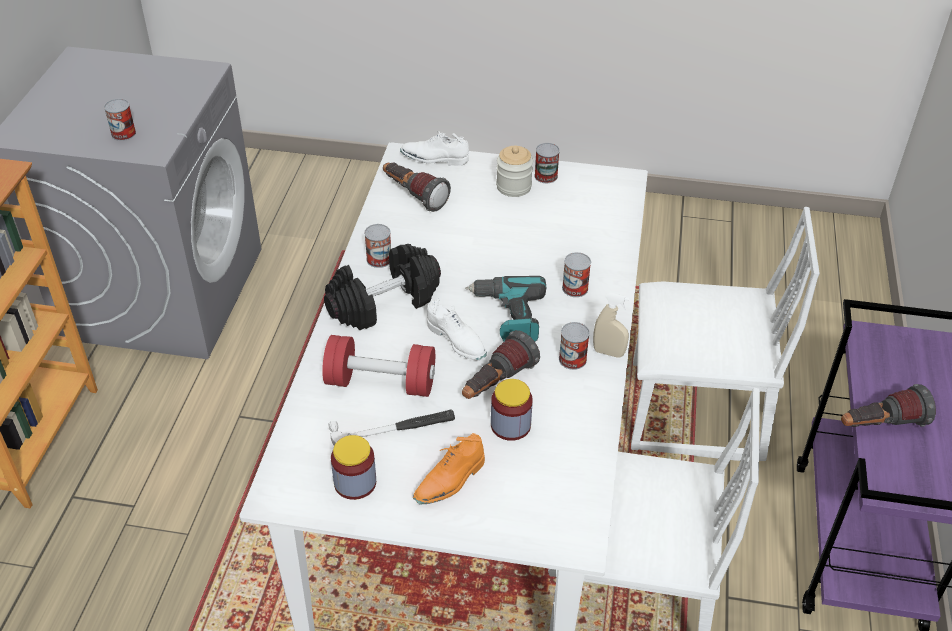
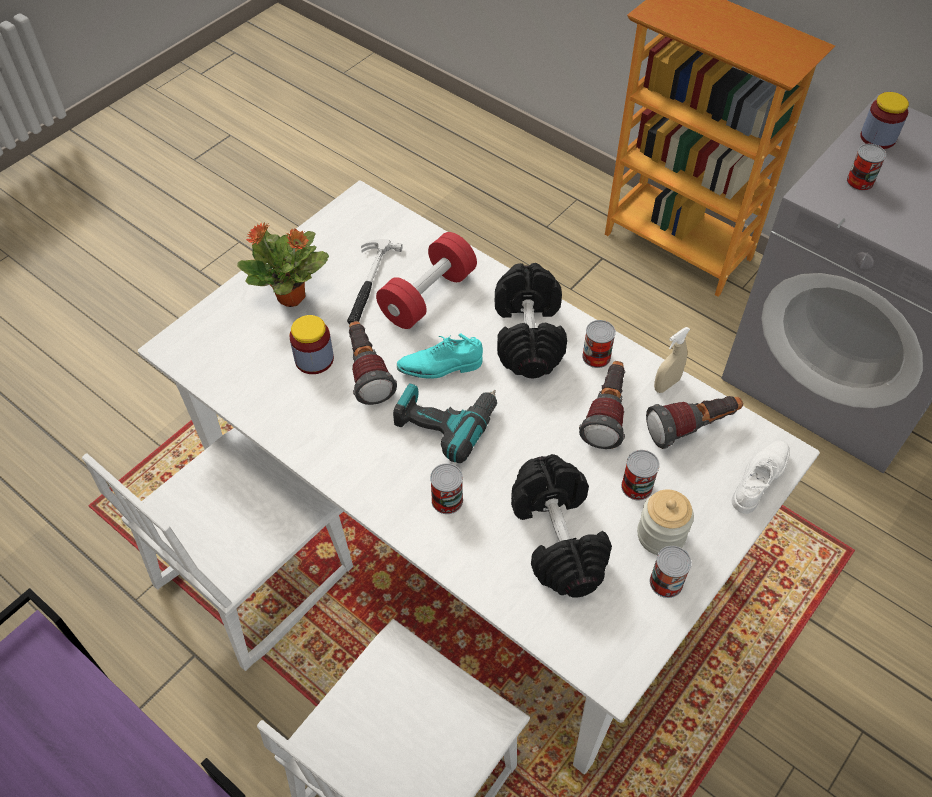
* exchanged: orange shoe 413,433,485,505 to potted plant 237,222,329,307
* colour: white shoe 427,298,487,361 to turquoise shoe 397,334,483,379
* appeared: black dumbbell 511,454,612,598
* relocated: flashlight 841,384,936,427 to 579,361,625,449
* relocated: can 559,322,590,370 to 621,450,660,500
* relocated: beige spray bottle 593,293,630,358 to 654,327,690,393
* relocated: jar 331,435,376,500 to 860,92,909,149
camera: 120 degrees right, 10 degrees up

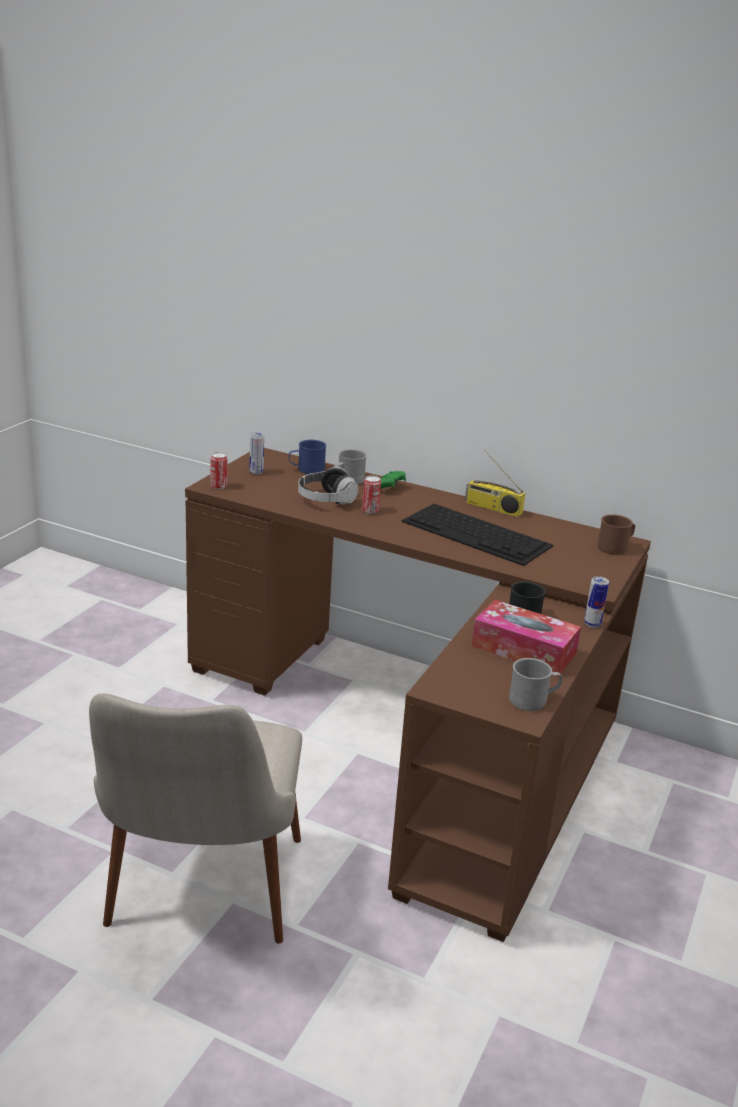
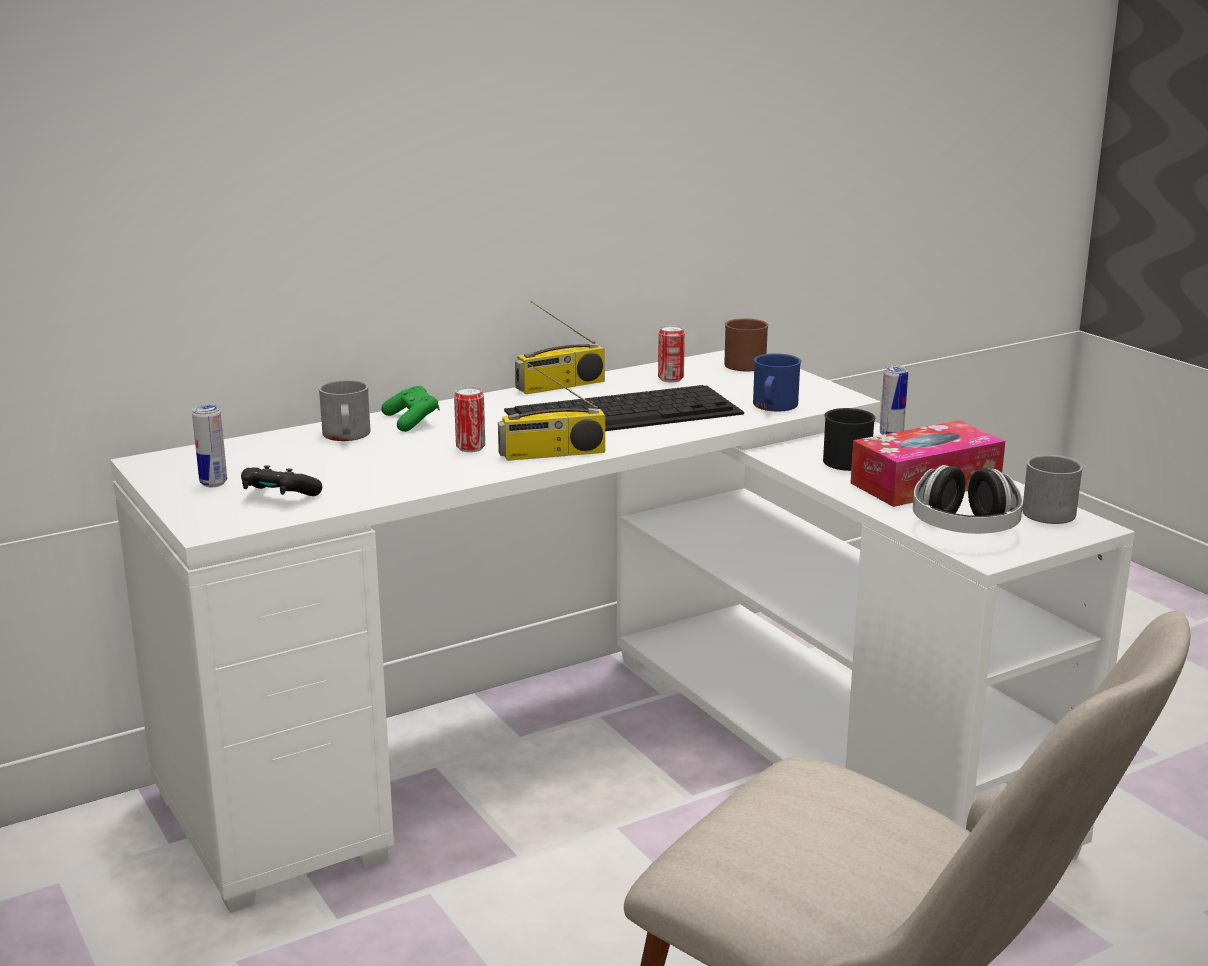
* colour: brown desk 185,448,651,942 to white desk 110,350,1135,913
* appeared: black game controller 241,465,322,496
* appeared: radio 498,356,605,461
* relocated: can 211,452,228,489 to 658,325,685,383
* relocated: blue mug 289,440,326,474 to 753,353,801,411
* relocated: headphones 298,467,359,505 to 913,465,1023,534
camera: 55 degrees left, 5 degrees down

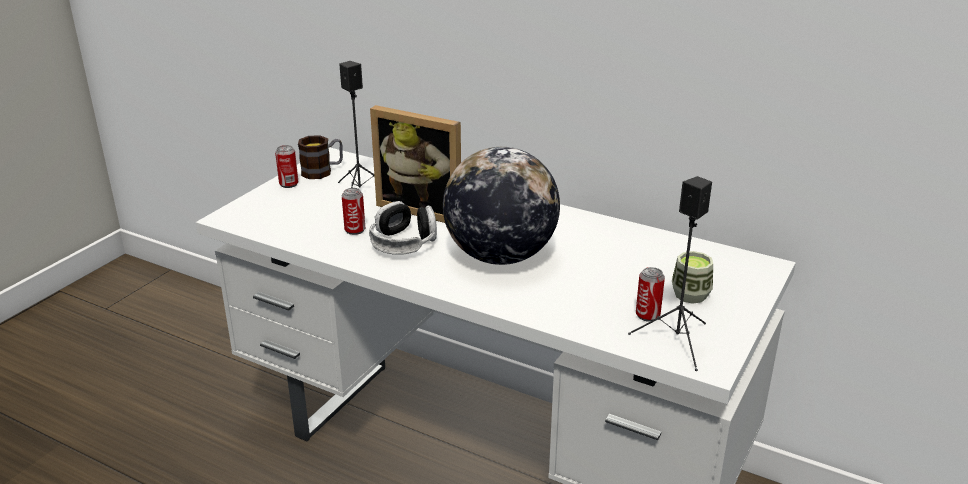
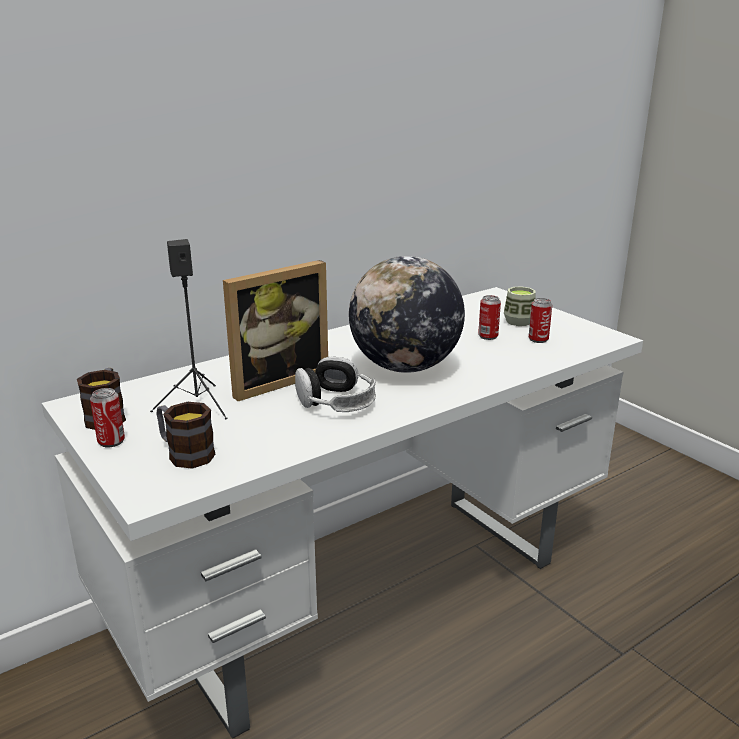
* appeared: mug 156,402,215,469
* relocated: can 342,188,365,235 to 478,295,501,340
* missing: black speaker 628,176,712,371
camera: 65 degrees left, 5 degrees down

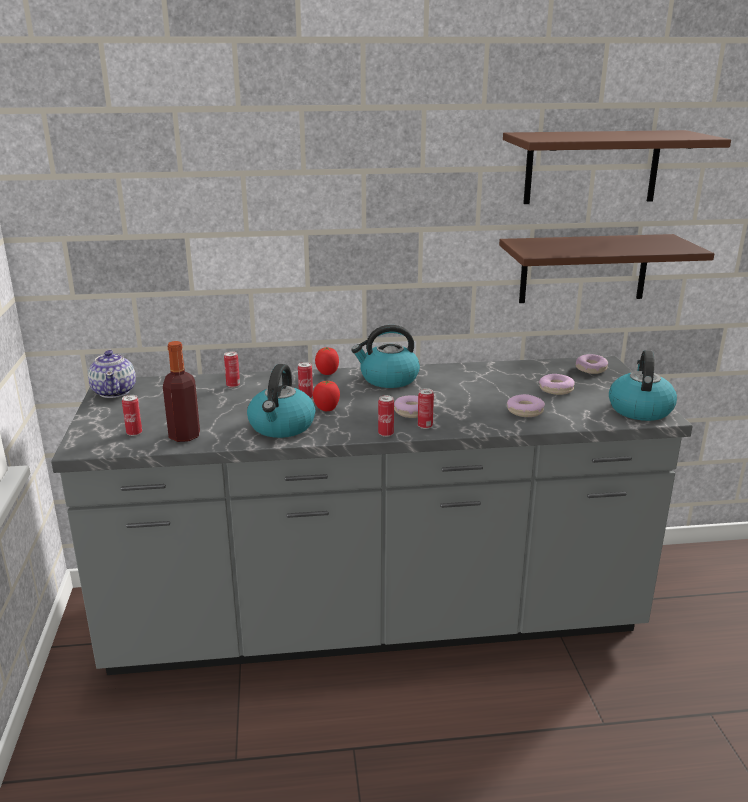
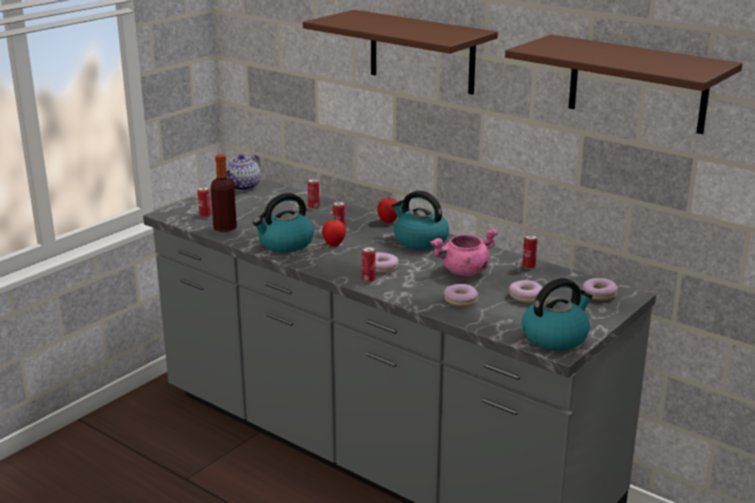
* relocated: brown shelf 499,234,714,303 to 303,10,498,95
* appeared: pink cooking pot 430,229,498,276
* relocated: can 378,395,394,437 to 522,234,538,269
camera: 45 degrees right, 0 degrees up

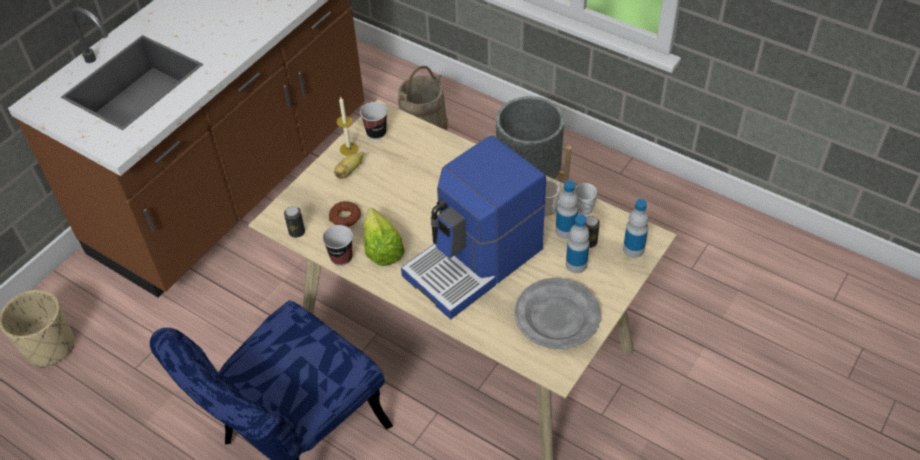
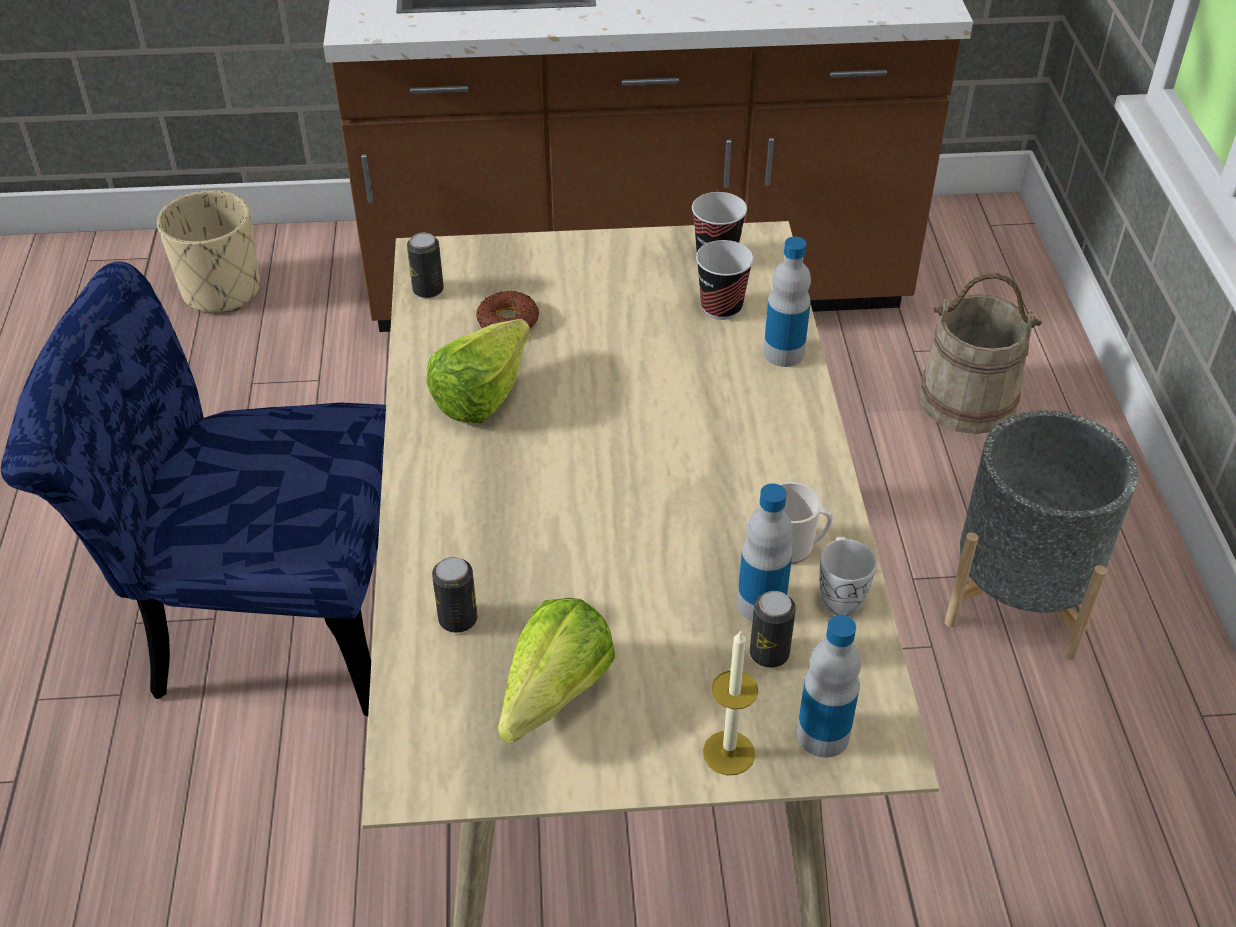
* appeared: can 432,557,477,633
* exchanged: grey plate 514,278,601,349 to lettuce 498,598,615,744
* relocated: cup 322,225,353,266 to 696,240,754,320
* relocated: candle 336,96,359,156 to 703,629,759,775
* relocated: bottle 566,215,590,273 to 763,237,811,367
* missing: banana 334,152,364,179
* missing: coffee machine 401,135,546,320
camera: 50 degrees right, 5 degrees down

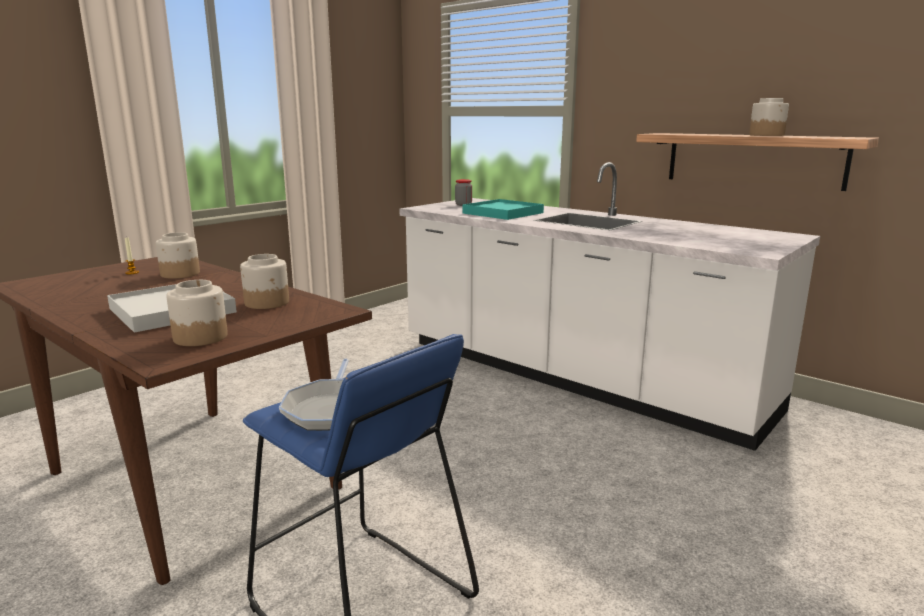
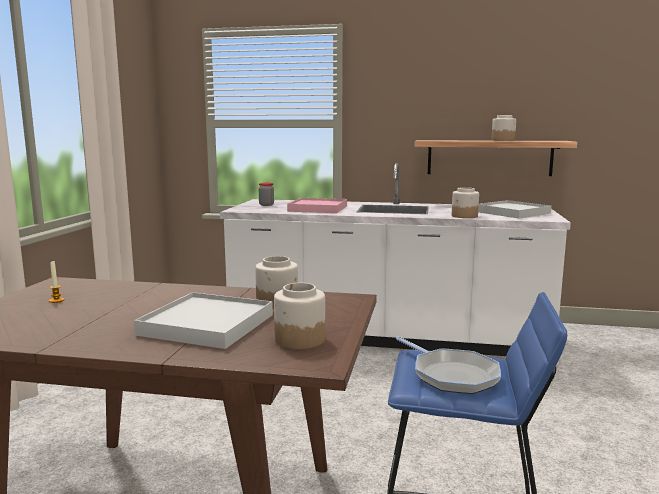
* colour: turquoise tray 463,199,544,220 to pink tray 287,198,347,213
* relocated: jar 156,232,200,279 to 452,187,479,218
* appeared: white tray 478,200,551,219
camera: 30 degrees left, 5 degrees down

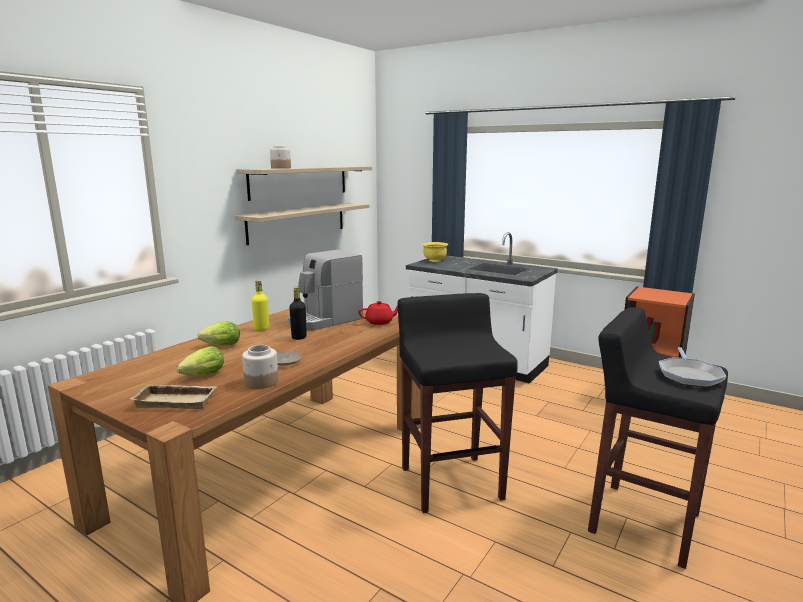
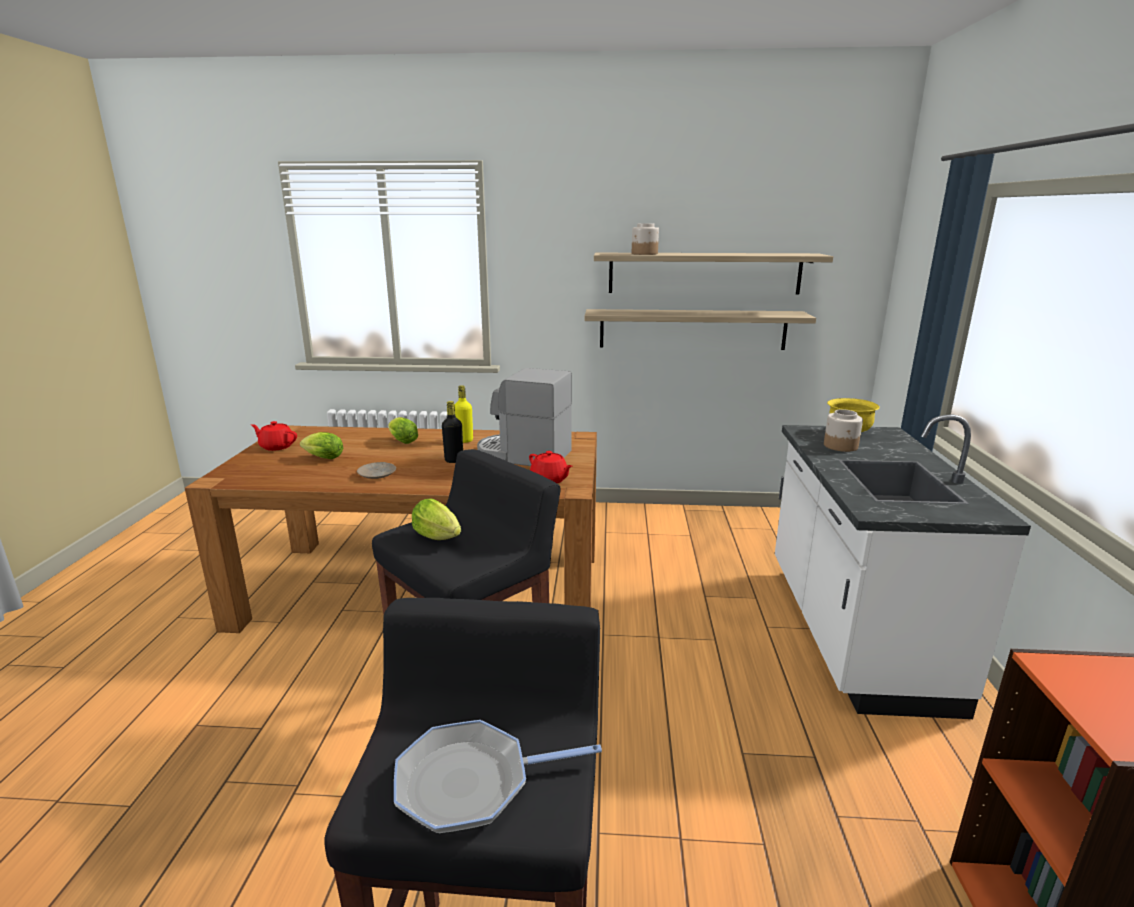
* appeared: red teapot 251,421,297,451
* appeared: lettuce 412,498,461,540
* relocated: jar 242,345,278,389 to 824,409,863,452
* missing: beige tray 130,384,216,409
camera: 60 degrees right, 5 degrees up

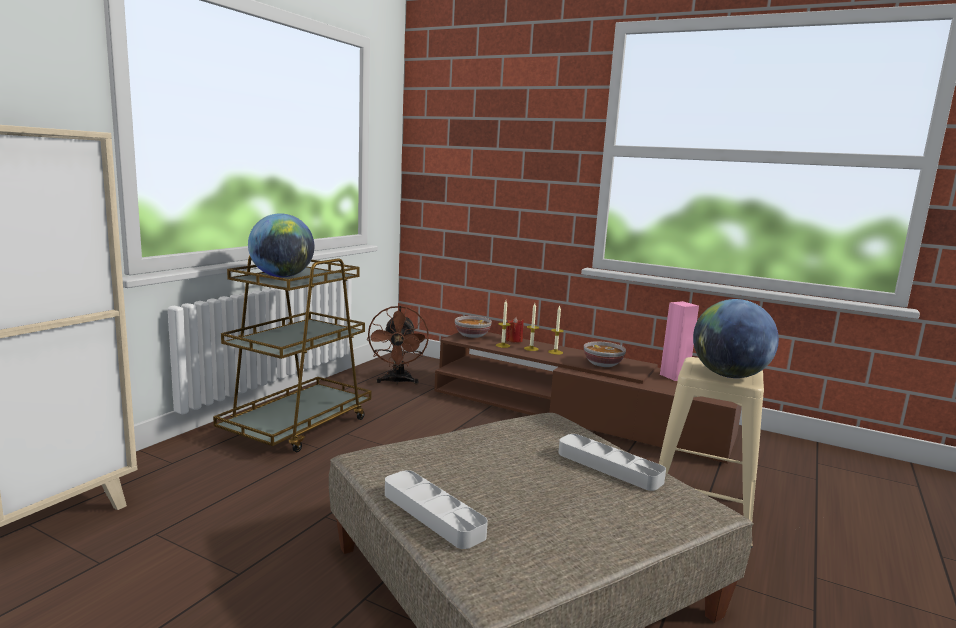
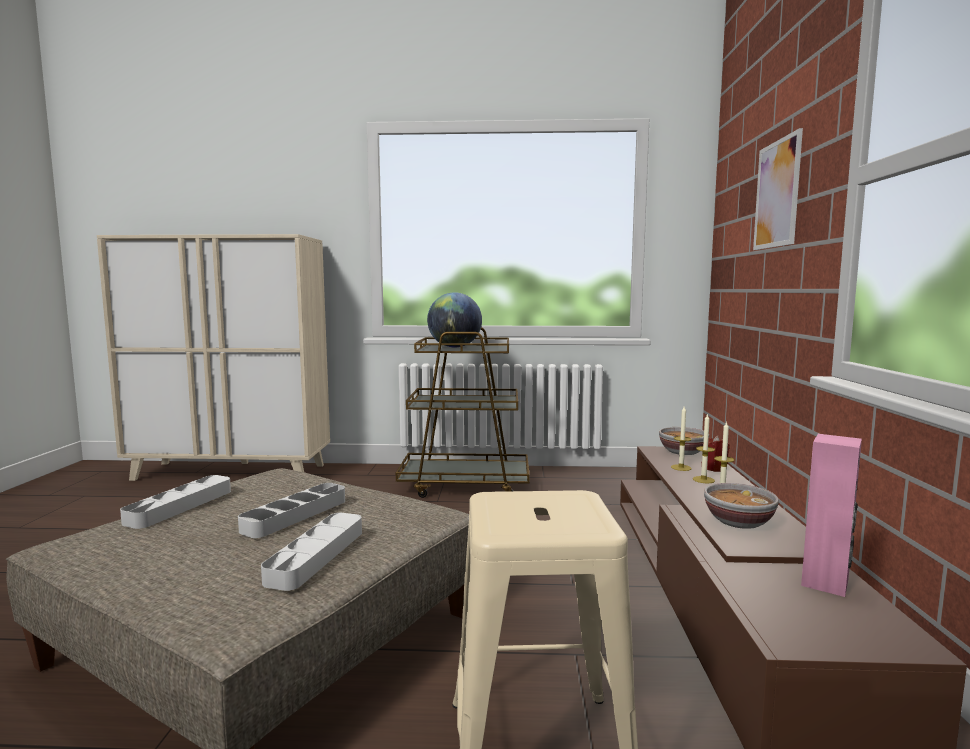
* appeared: grey tray 238,483,345,538
* appeared: picture 753,128,803,250
* missing: brown fan 367,306,429,384
* missing: globe 693,299,779,378
camera: 65 degrees right, 5 degrees down

